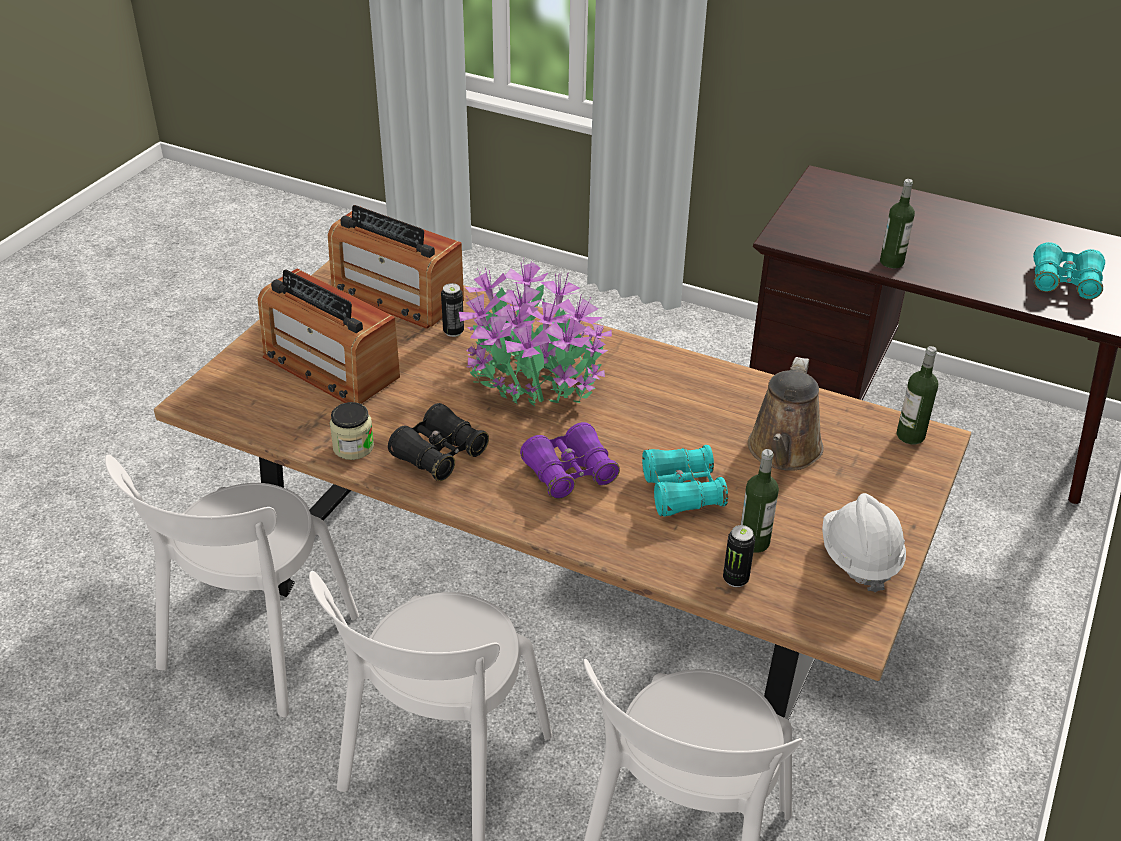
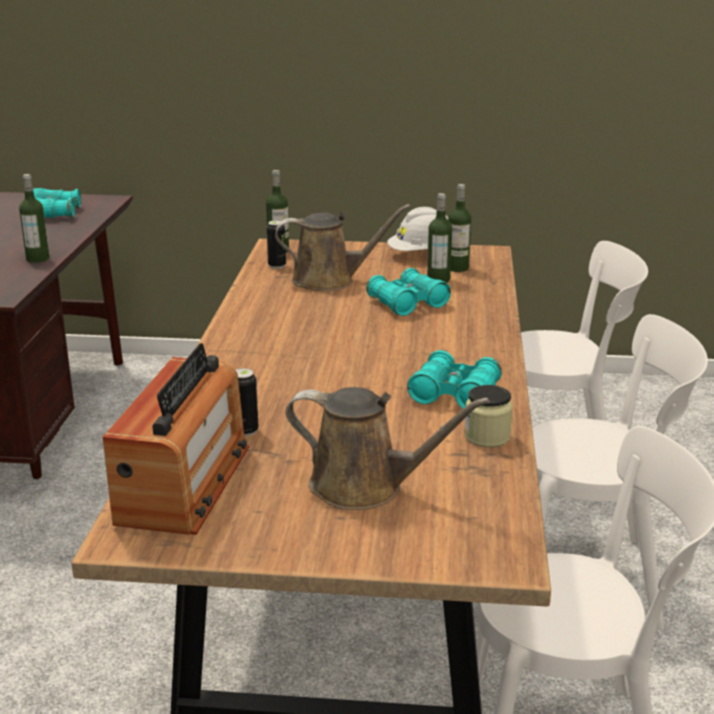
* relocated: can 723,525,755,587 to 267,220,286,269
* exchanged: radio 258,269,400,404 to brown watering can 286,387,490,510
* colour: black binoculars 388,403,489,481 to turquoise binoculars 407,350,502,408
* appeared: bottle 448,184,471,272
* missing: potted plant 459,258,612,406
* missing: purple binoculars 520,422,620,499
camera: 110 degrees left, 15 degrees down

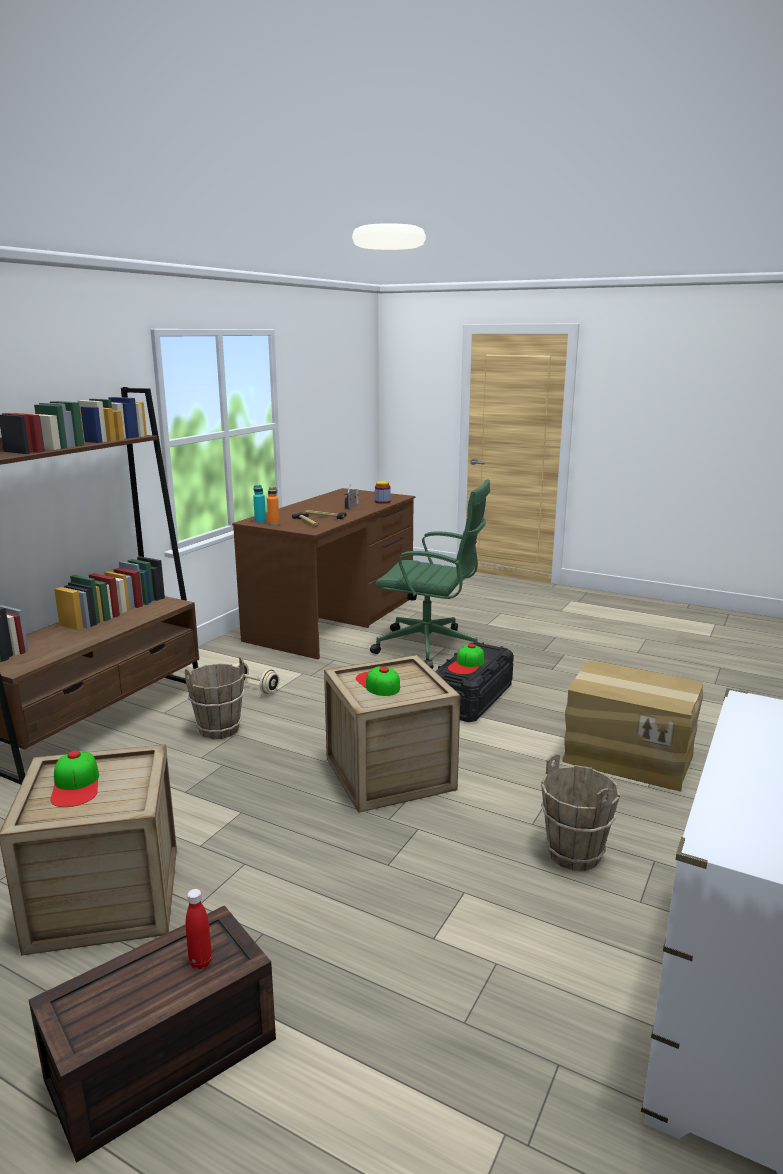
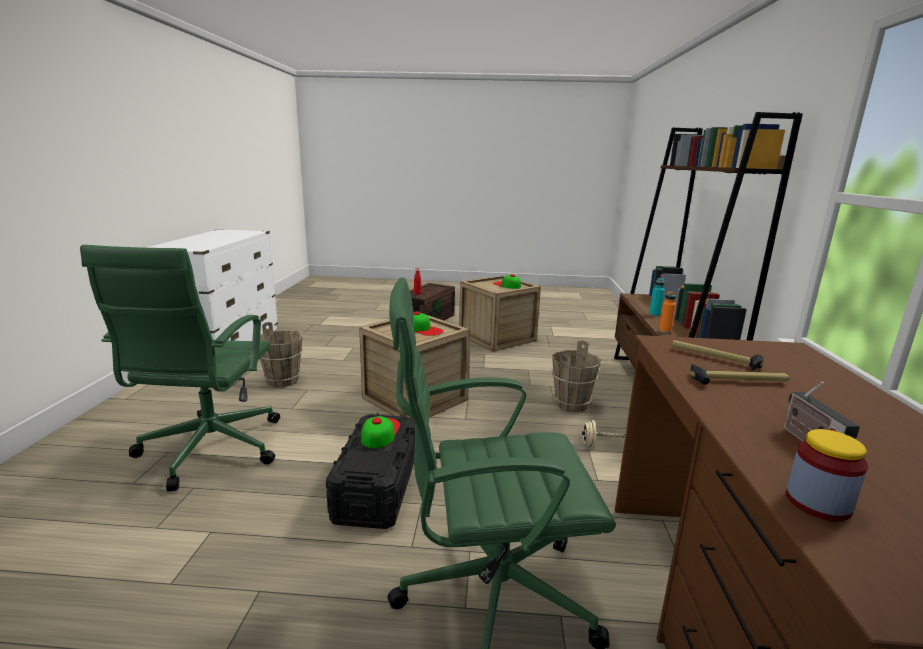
* exchanged: cardboard box 563,661,703,791 to green office chair 80,245,280,492
* relocated: turquoise bottle 253,485,266,523 to 649,278,665,316
* relocated: orange bottle 267,487,279,526 to 658,291,676,333
camera: 155 degrees right, 0 degrees up

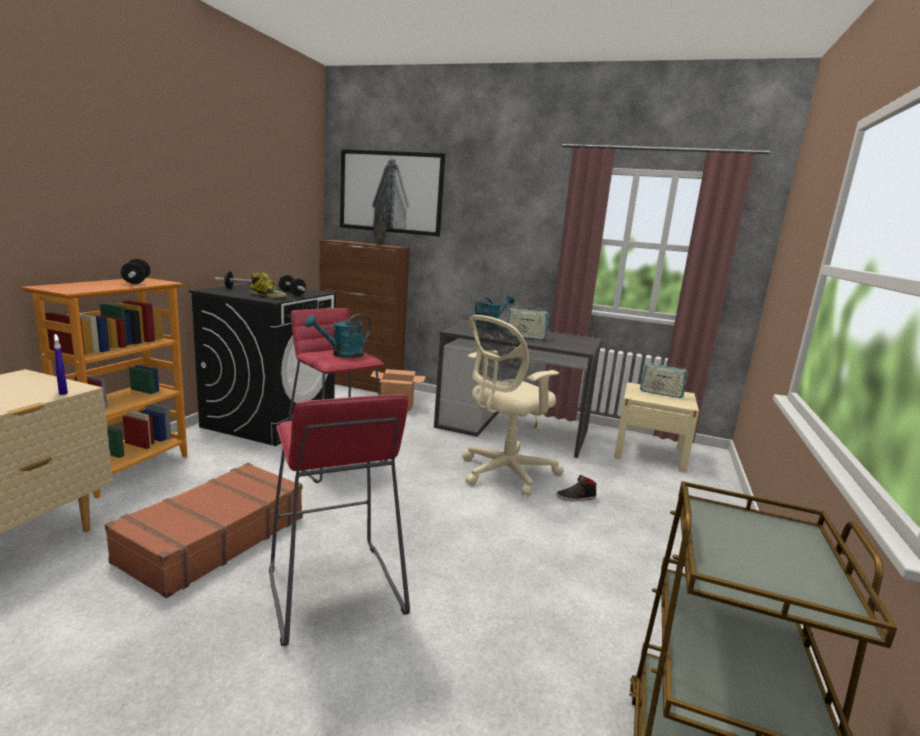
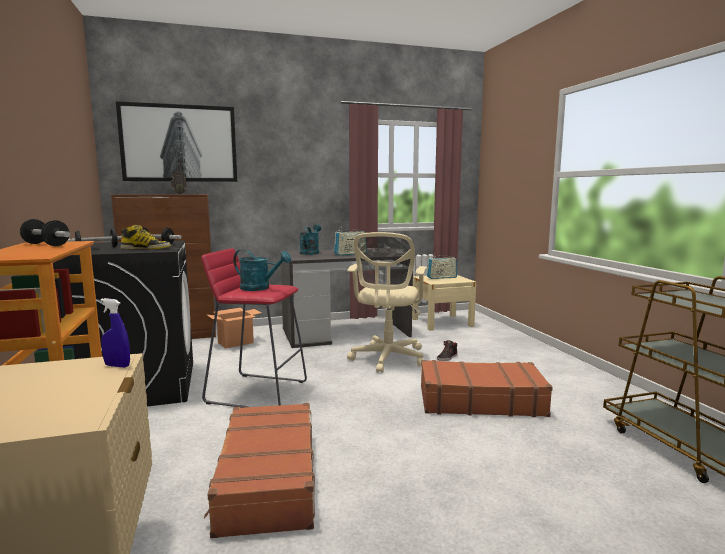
* spun: turquoise watering can 305,314,371,358 = 234,249,291,291 90 degrees counterclockwise
* appeared: brown suitcase 421,360,553,417
* missing: red stool 269,394,410,646
camera: 35 degrees left, 5 degrees down

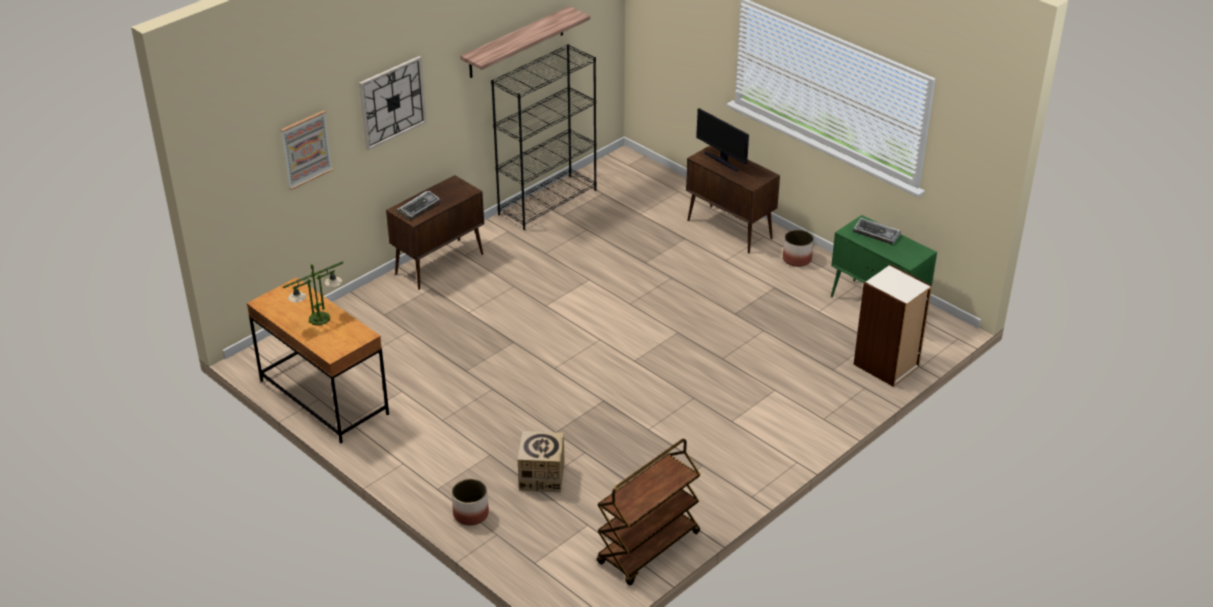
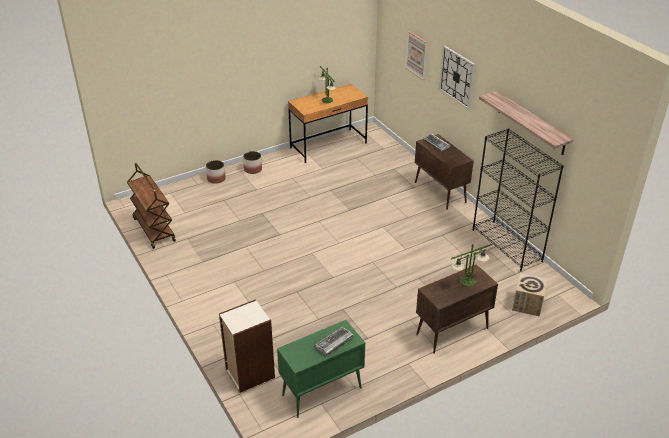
* relocated: planter 783,230,814,267 to 243,151,262,174
* exchanged: monitor 696,108,749,171 to table lamp 451,243,493,287
* relocated: cardboard box 518,431,565,492 to 512,273,547,317
camera: 105 degrees right, 0 degrees up

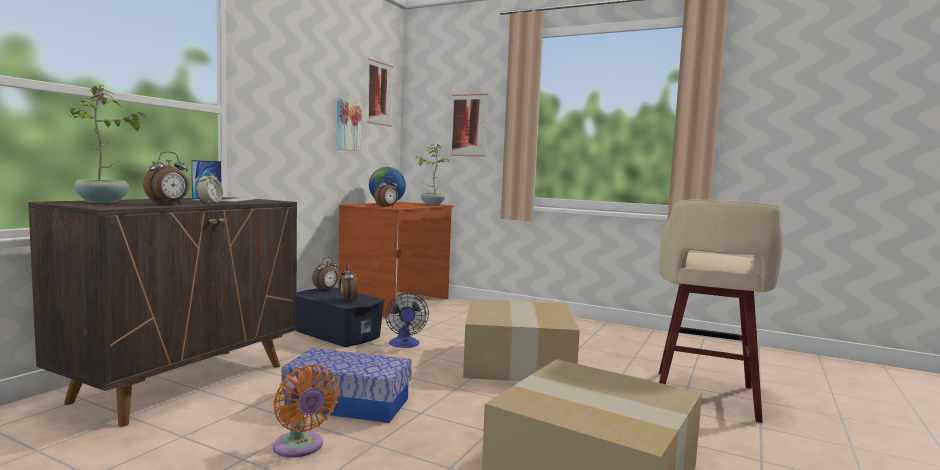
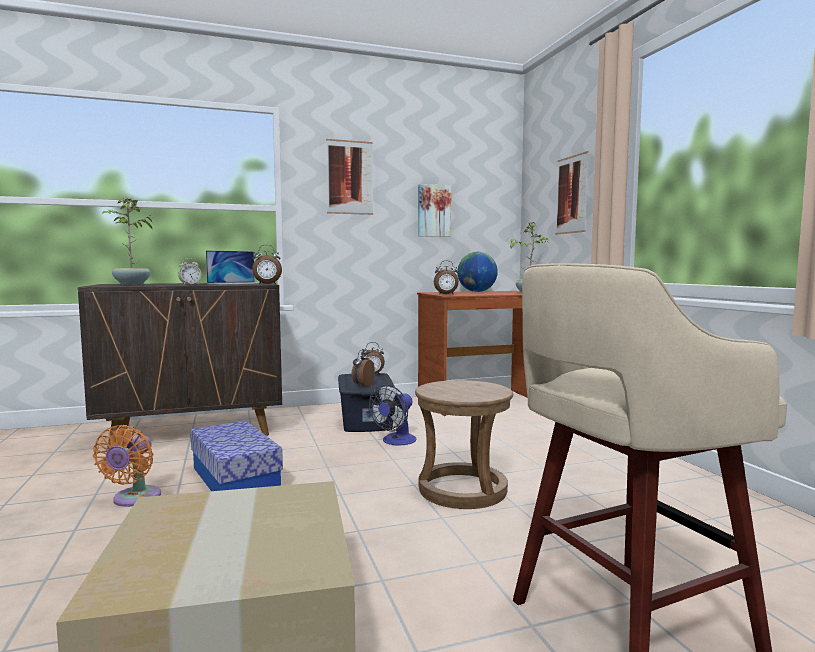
* relocated: alarm clock 143,151,189,205 to 252,245,282,284
* relocated: picture 367,58,393,127 to 326,139,373,215
* exchanged: cardboard box 463,299,580,381 to brown stool 415,380,513,509
camera: 45 degrees right, 0 degrees up

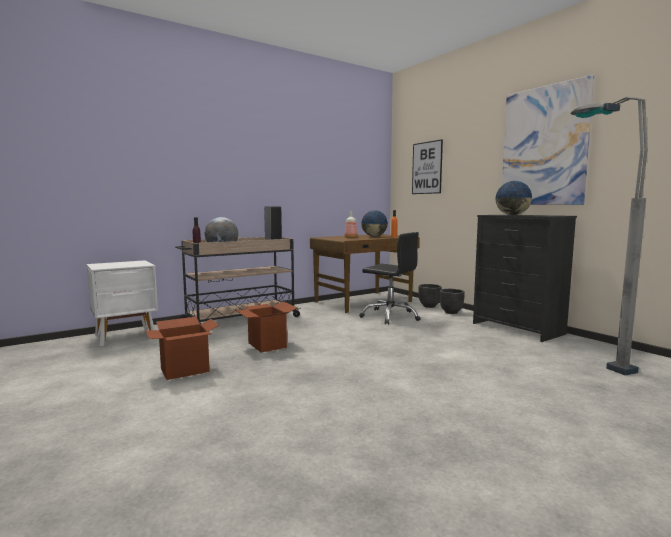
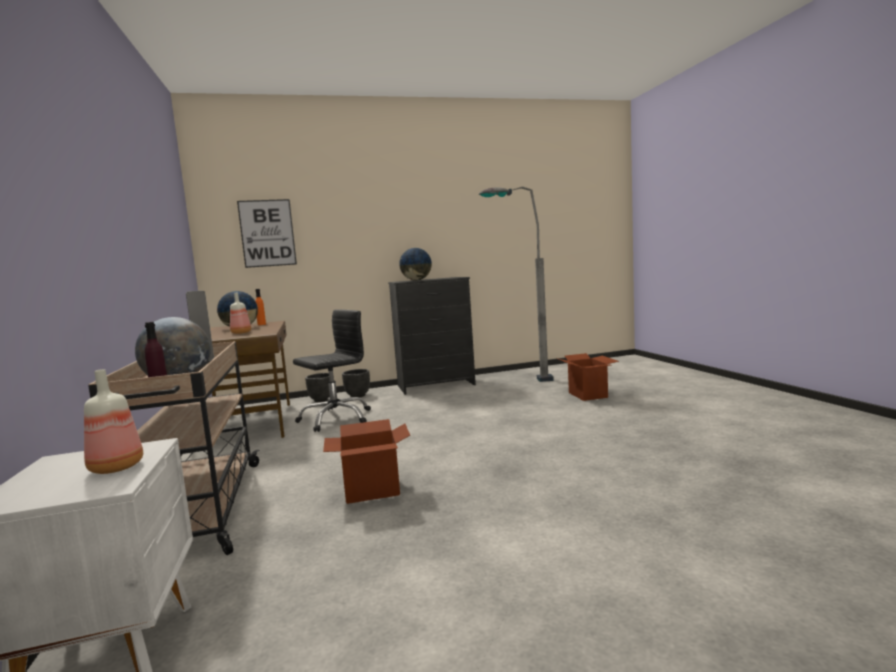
* appeared: bottle 84,369,143,474
* relocated: cardboard box 146,317,219,380 to 556,353,619,401
* missing: picture 502,75,595,205
camera: 70 degrees left, 0 degrees up

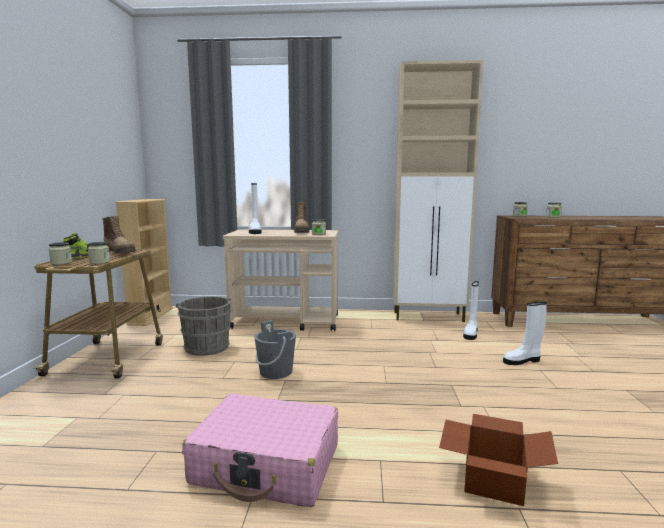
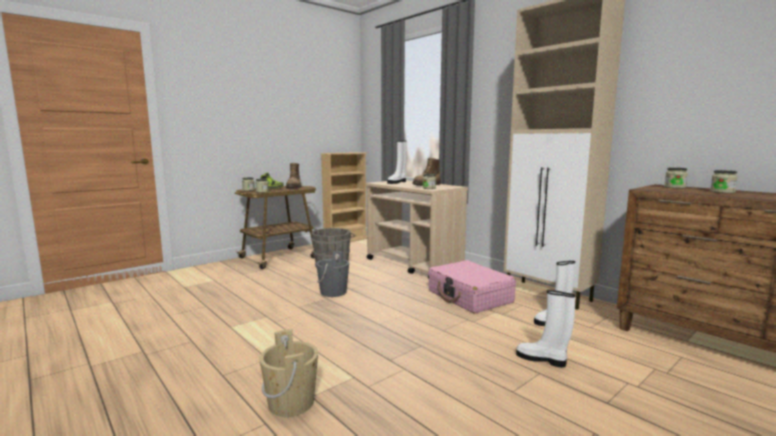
* exchanged: cardboard box 439,414,558,506 to beige bucket 259,329,318,417
* relocated: pink suitcase 182,393,338,507 to 428,260,516,313
camera: 45 degrees right, 0 degrees up

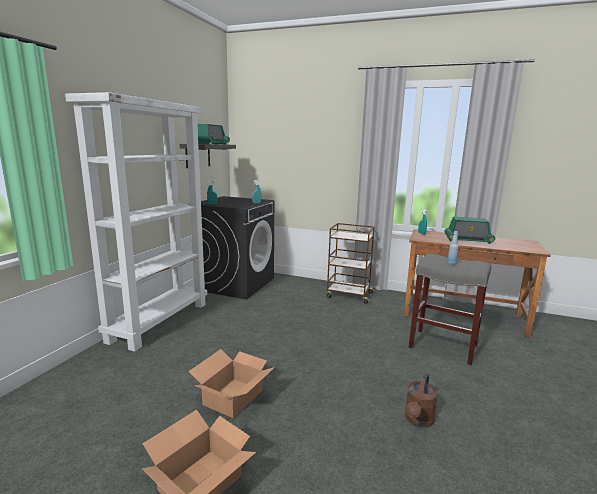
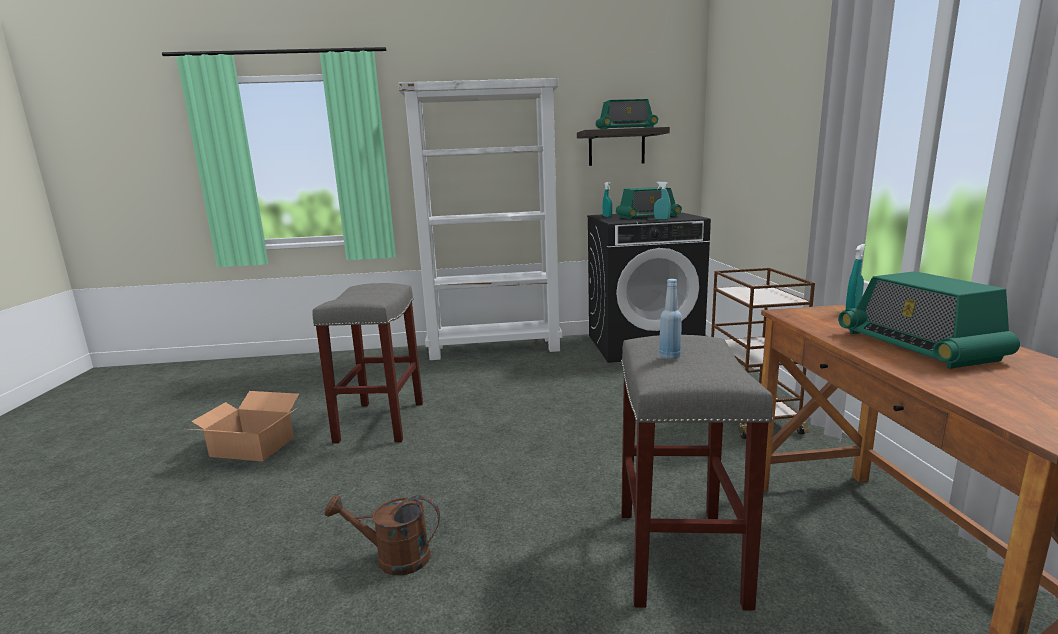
* exchanged: cardboard box 188,349,275,418 to grey stool 312,283,423,443
* appeared: radio 616,187,682,220
camera: 65 degrees right, 0 degrees up

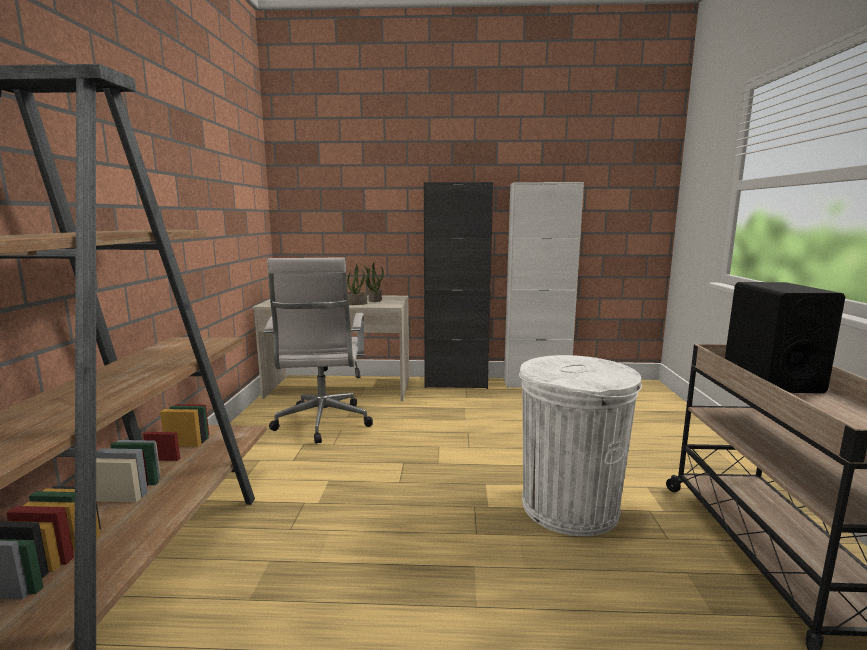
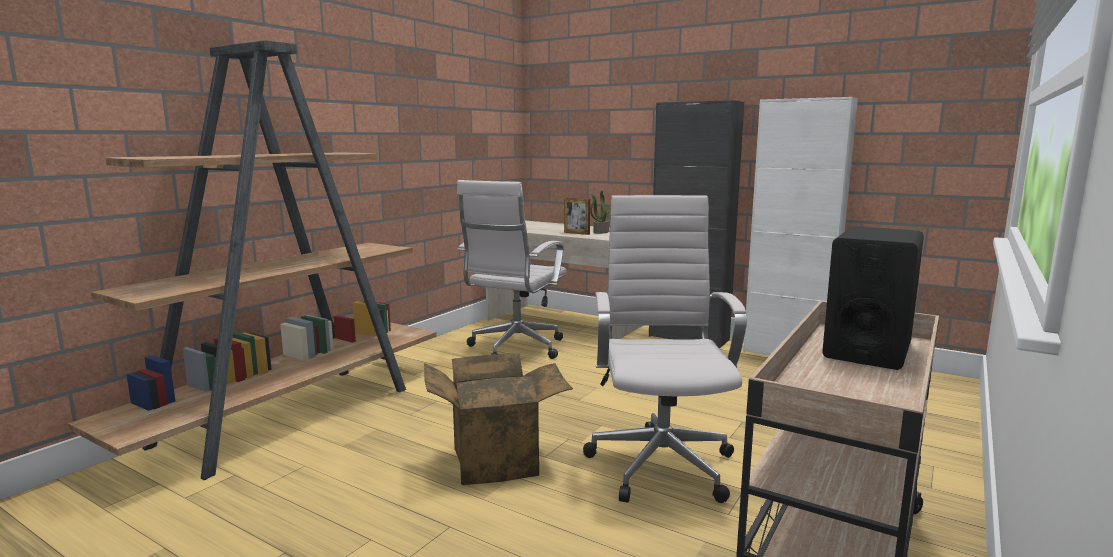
* appeared: cardboard box 424,354,573,485
* exchanged: potted plant 347,264,367,305 to picture frame 564,198,590,235
* exchanged: white trash can 519,355,642,536 to white office chair 583,195,747,503
camera: 30 degrees right, 0 degrees up

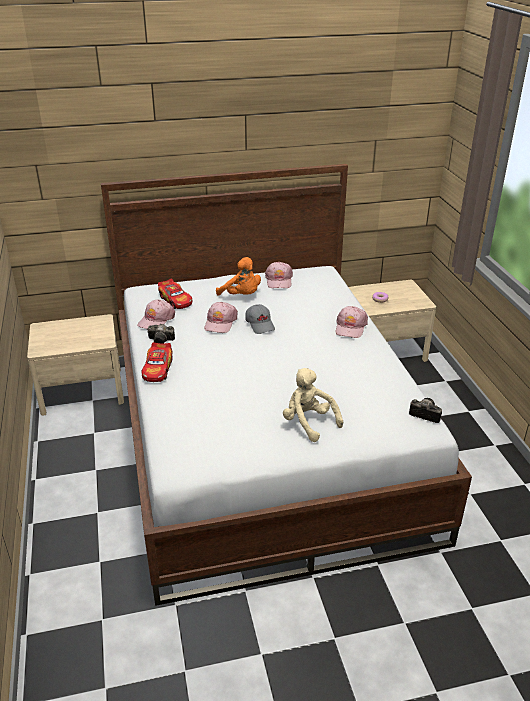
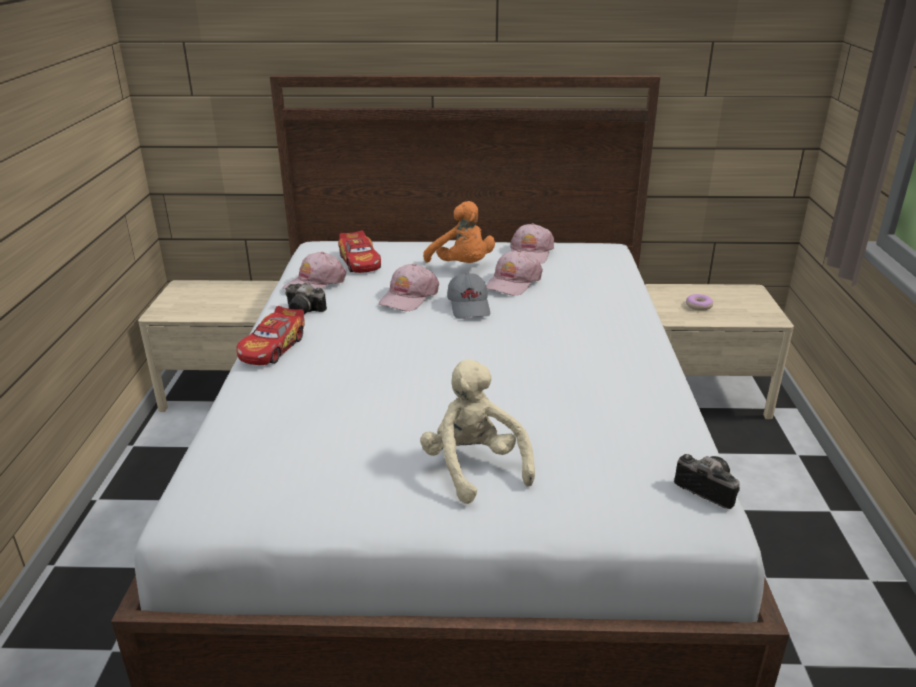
* relocated: pink cap 336,306,368,338 to 486,250,543,296
camera: 15 degrees right, 5 degrees down

